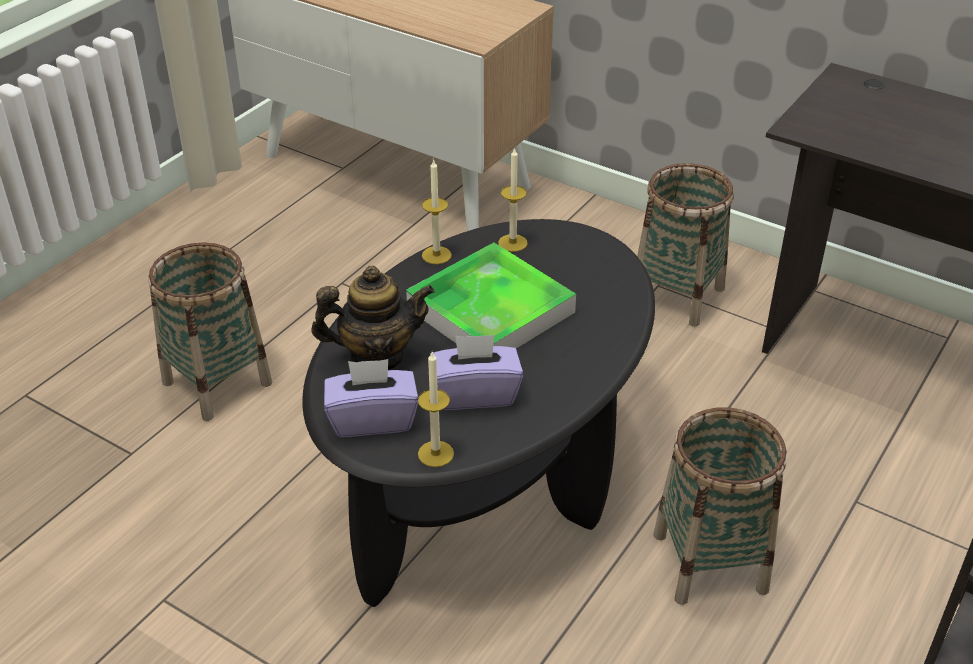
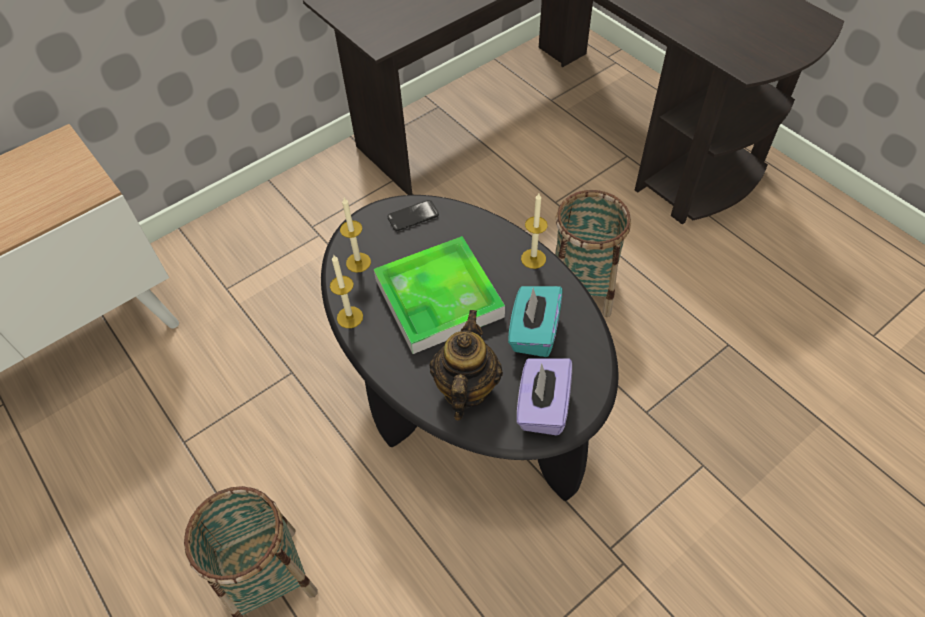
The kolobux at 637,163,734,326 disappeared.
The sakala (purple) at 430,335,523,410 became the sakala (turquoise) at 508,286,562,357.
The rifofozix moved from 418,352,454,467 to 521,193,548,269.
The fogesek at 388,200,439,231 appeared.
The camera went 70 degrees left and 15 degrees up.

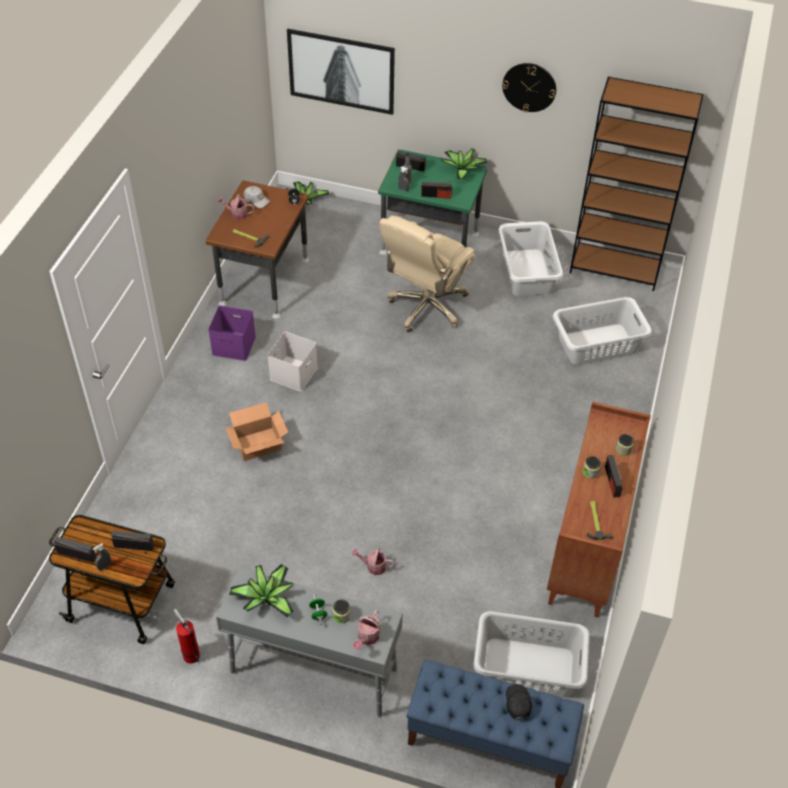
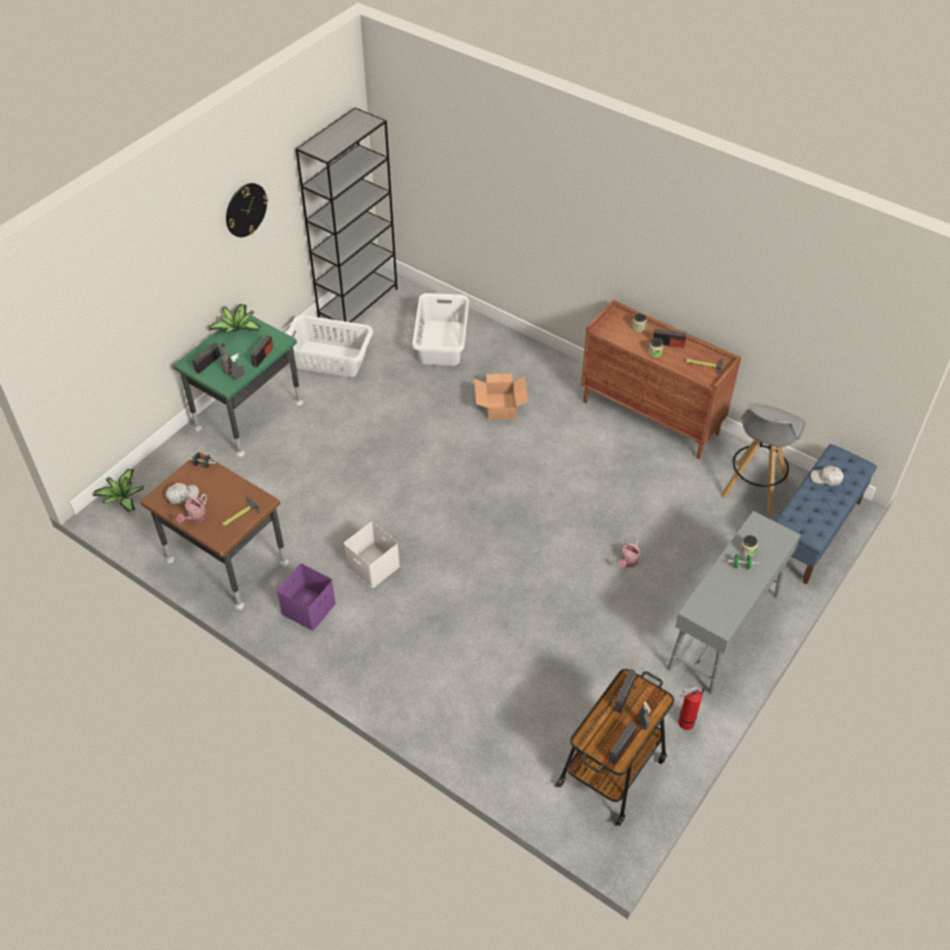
The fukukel at 287,29,395,115 disappeared.
The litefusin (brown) at 570,77,704,291 became the litefusin (grey) at 296,107,398,331.
The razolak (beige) at 380,216,475,332 disappeared.
The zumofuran moved from 225,402,288,461 to 474,374,528,420.
The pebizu at 229,564,294,617 disappeared.
The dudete at 353,610,380,650 disappeared.
The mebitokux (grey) at 474,611,590,698 was replaced by the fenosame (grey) at 721,403,806,515.
The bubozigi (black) at 506,684,532,720 became the bubozigi (white) at 811,465,844,486.
The camera went 70 degrees left and 0 degrees up.

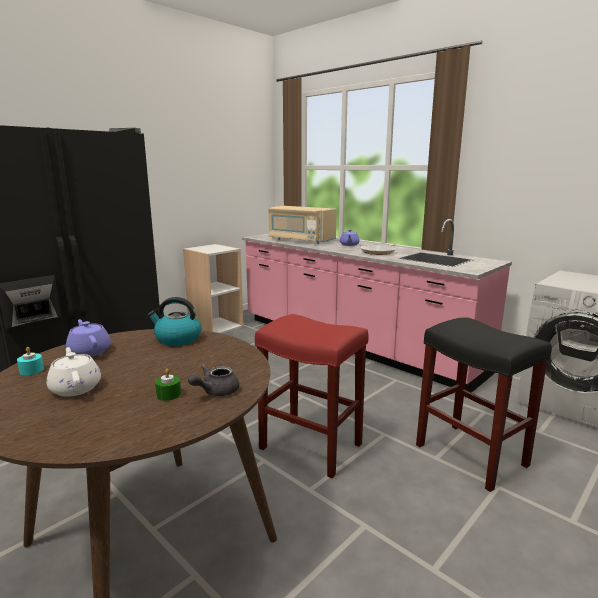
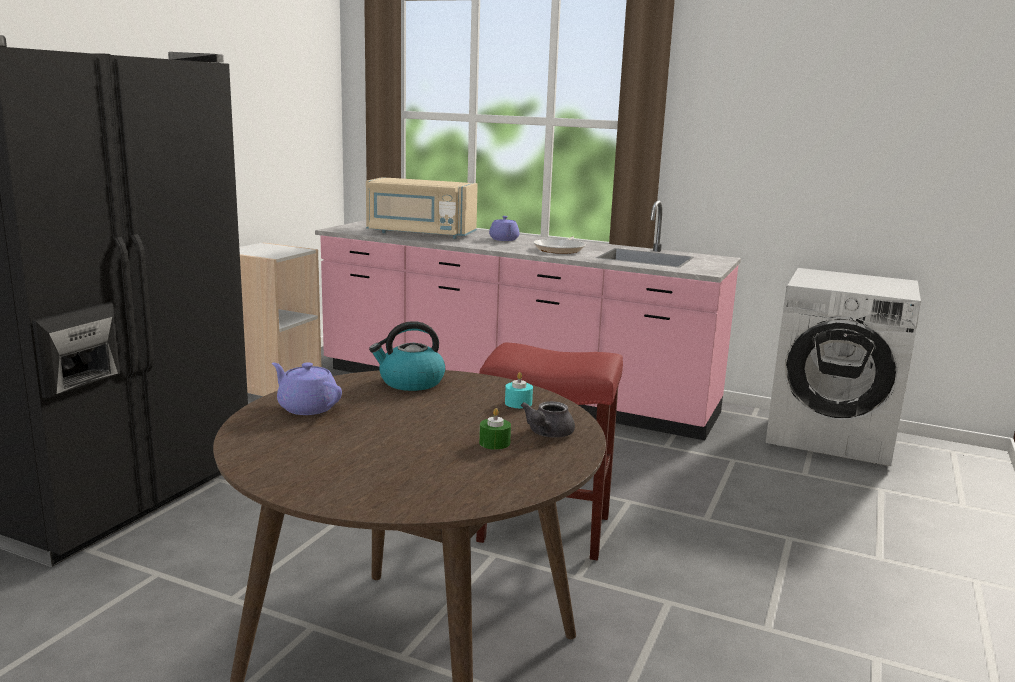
The fenosame (black) at 416,317,552,492 disappeared.
The rifofozix (turquoise) moved from 17,347,44,375 to 505,372,533,408.
The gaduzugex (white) at 47,347,101,397 disappeared.
The camera went 20 degrees left and 0 degrees up.

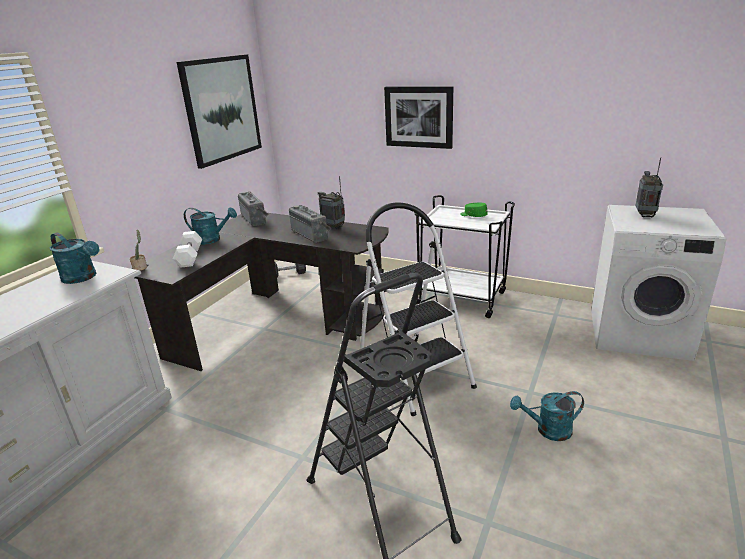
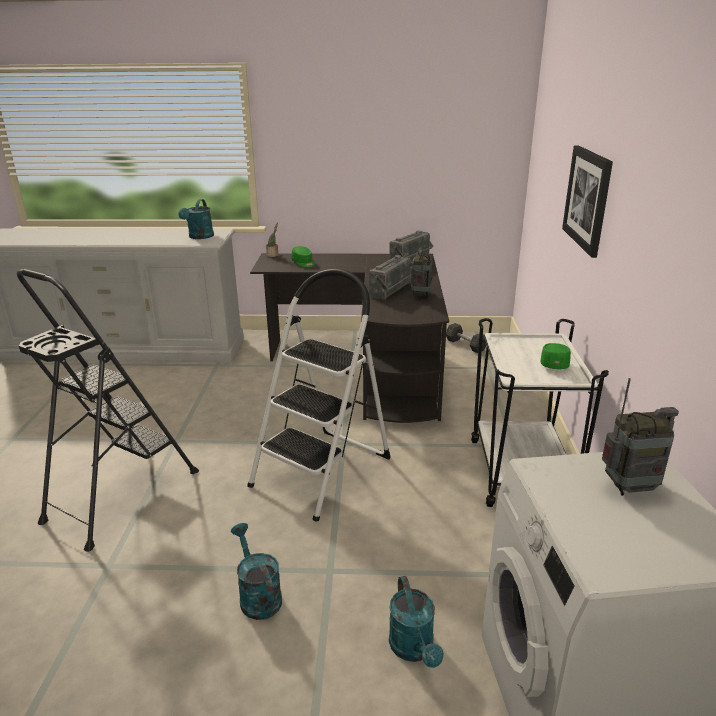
The fukukel at 176,54,262,169 disappeared.
The dudete (turquoise) moved from 184,208,237,245 to 389,576,444,668.
The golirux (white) at 173,231,202,267 was replaced by the bubozigi (green) at 291,246,315,267.
The camera went 65 degrees right and 0 degrees up.

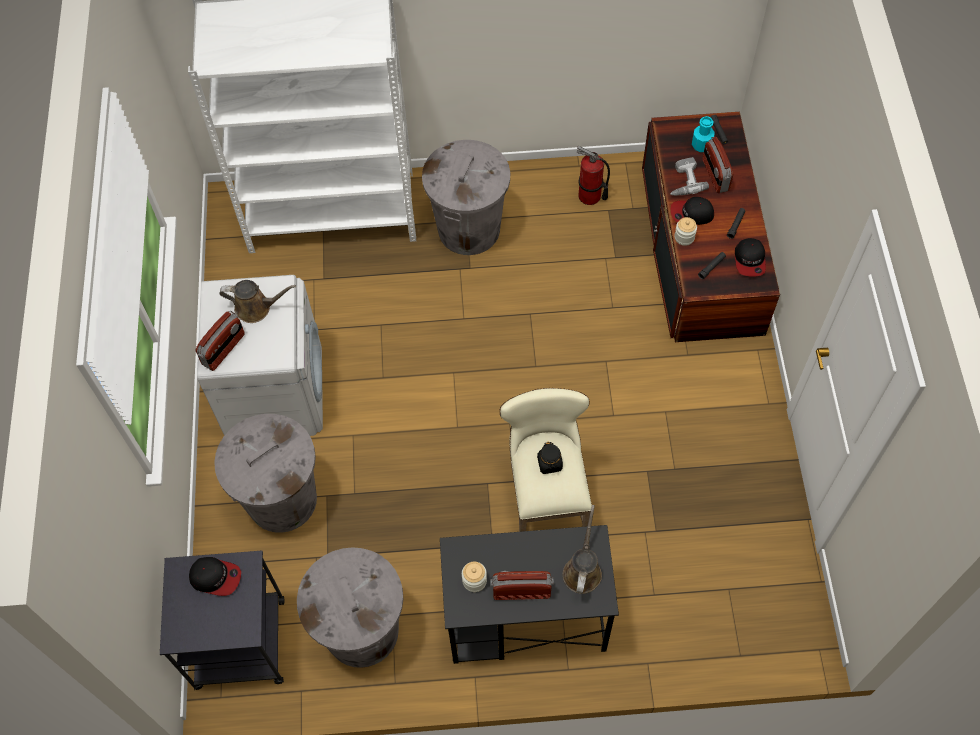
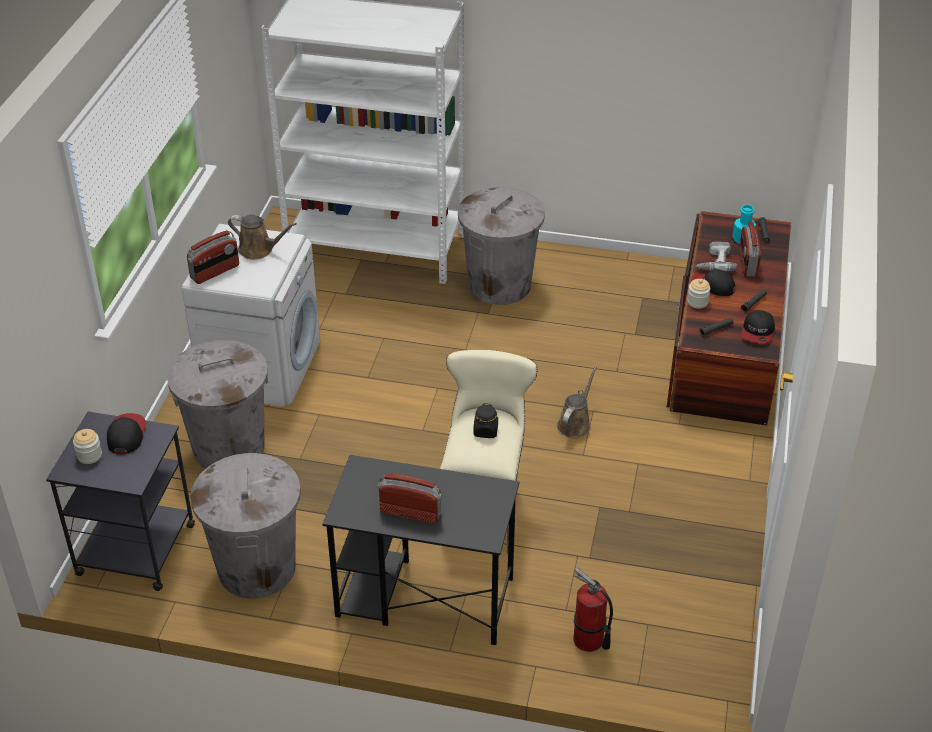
The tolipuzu moved from 576,146,610,205 to 573,567,613,652.
The dudete (brown) moved from 563,505,602,594 to 557,366,597,438.
The bubozigi at 189,557,241,596 turned 120 degrees counterclockwise.
The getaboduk moved from 462,562,487,592 to 73,429,102,464.
The camera went 15 degrees right and 20 degrees down.

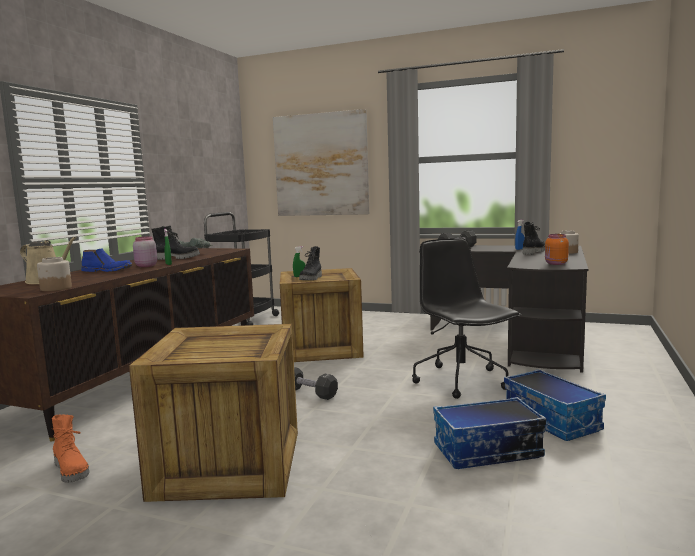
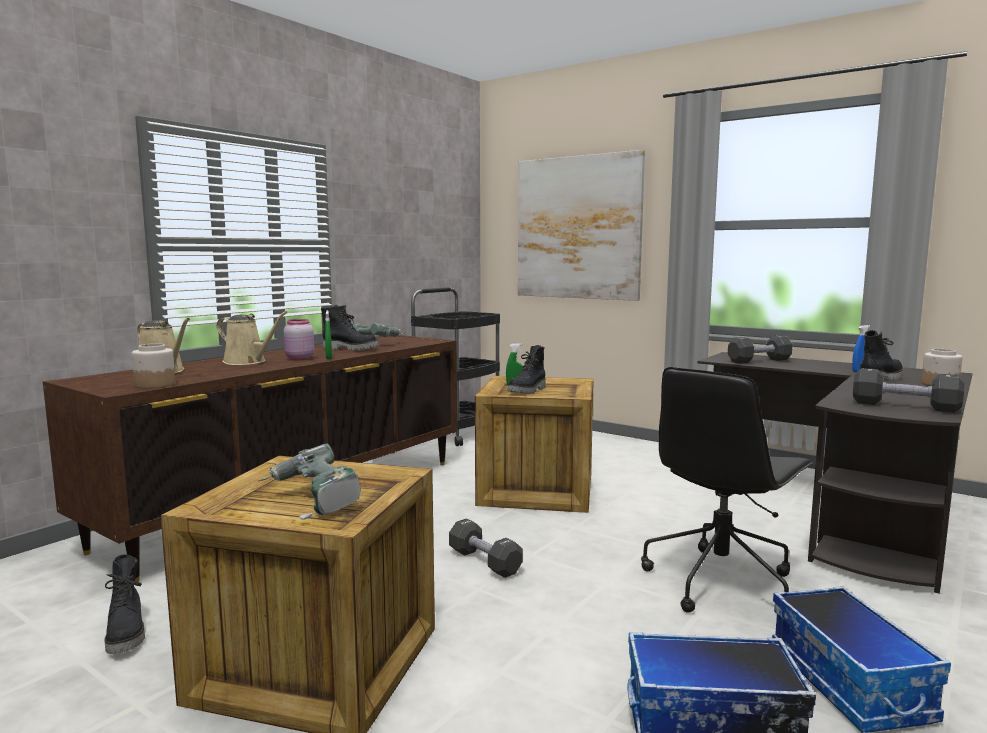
The getaboduk (orange) at 545,234,569,265 was replaced by the golirux (black) at 853,368,965,413.
The razolak (black) at 412,238,521,399 turned 135 degrees counterclockwise.
The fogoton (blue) at 81,248,132,272 was replaced by the dudete (beige) at 216,311,288,365.
The fogoton (orange) at 52,415,89,483 became the fogoton (black) at 105,554,145,654.
The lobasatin at 257,444,361,520 appeared.
The camera went 15 degrees right and 0 degrees up.

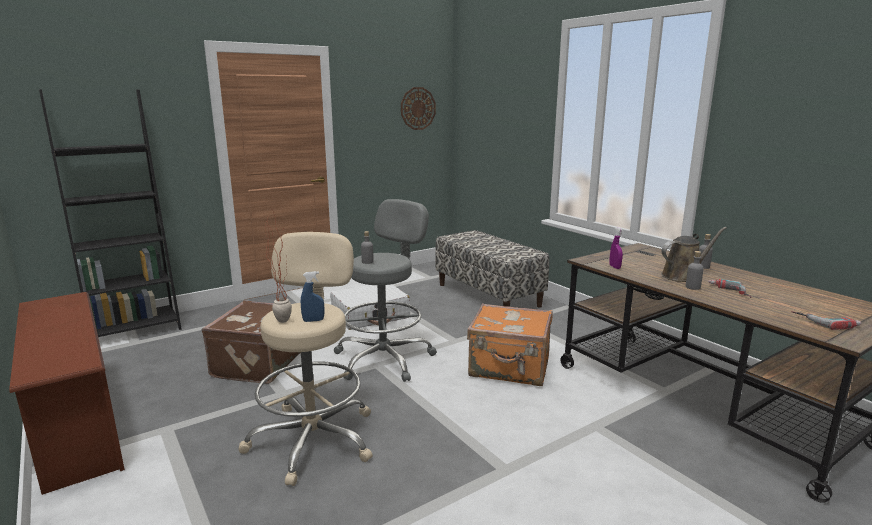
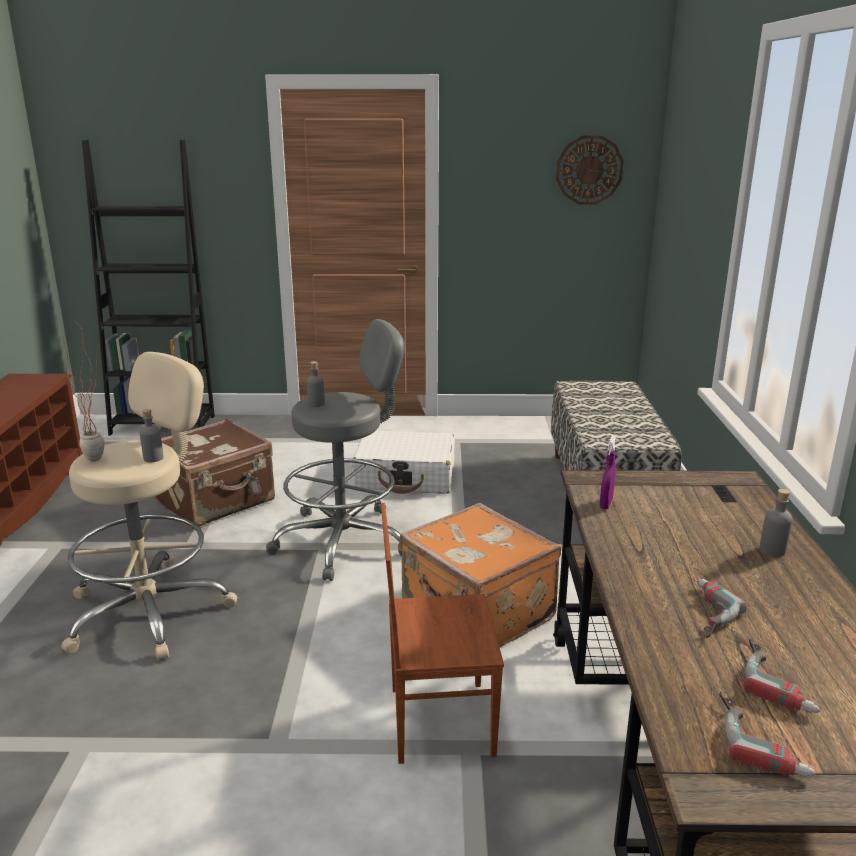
The dudete (brown) at 661,227,727,282 disappeared.
The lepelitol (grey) moved from 686,251,704,290 to 140,409,164,462.
The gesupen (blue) at 301,271,324,322 disappeared.
The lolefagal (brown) at 381,503,504,764 appeared.
The lobasatin at 743,638,820,713 appeared.
The camera went 35 degrees right and 5 degrees up.

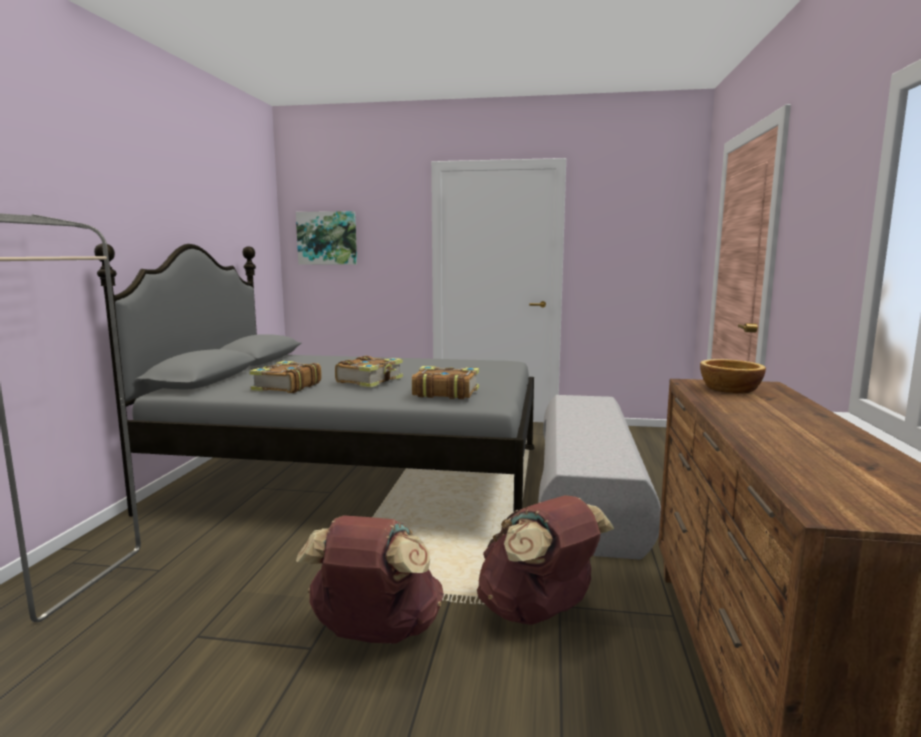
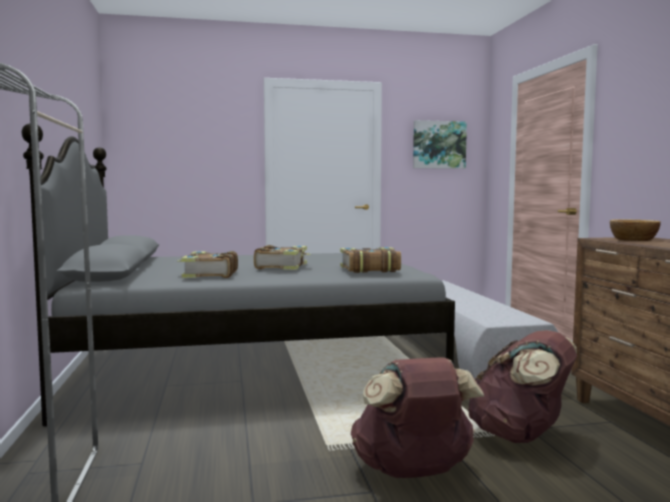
The fukukel moved from 296,211,357,265 to 413,120,467,169.
The camera went 20 degrees left and 5 degrees down.

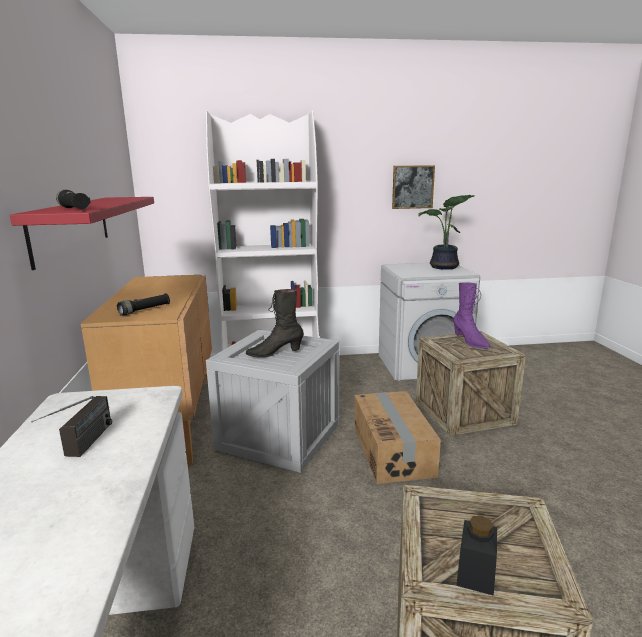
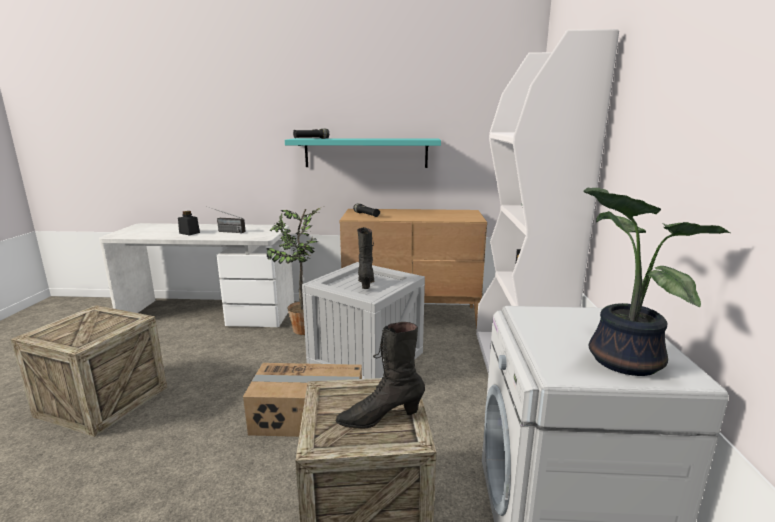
The fukukel at 392,165,435,209 disappeared.
The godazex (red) at 10,197,154,270 became the godazex (turquoise) at 285,138,441,168.
The fogoton (purple) at 453,283,490,349 became the fogoton (black) at 335,322,425,429.
The getaboduk (black) moved from 456,516,497,596 to 178,211,200,235.
The pebizu at 266,206,325,335 appeared.
The camera went 100 degrees right and 0 degrees up.

